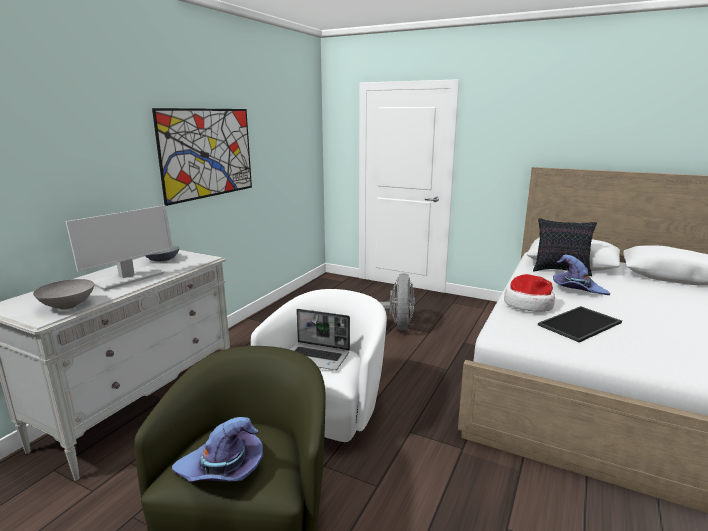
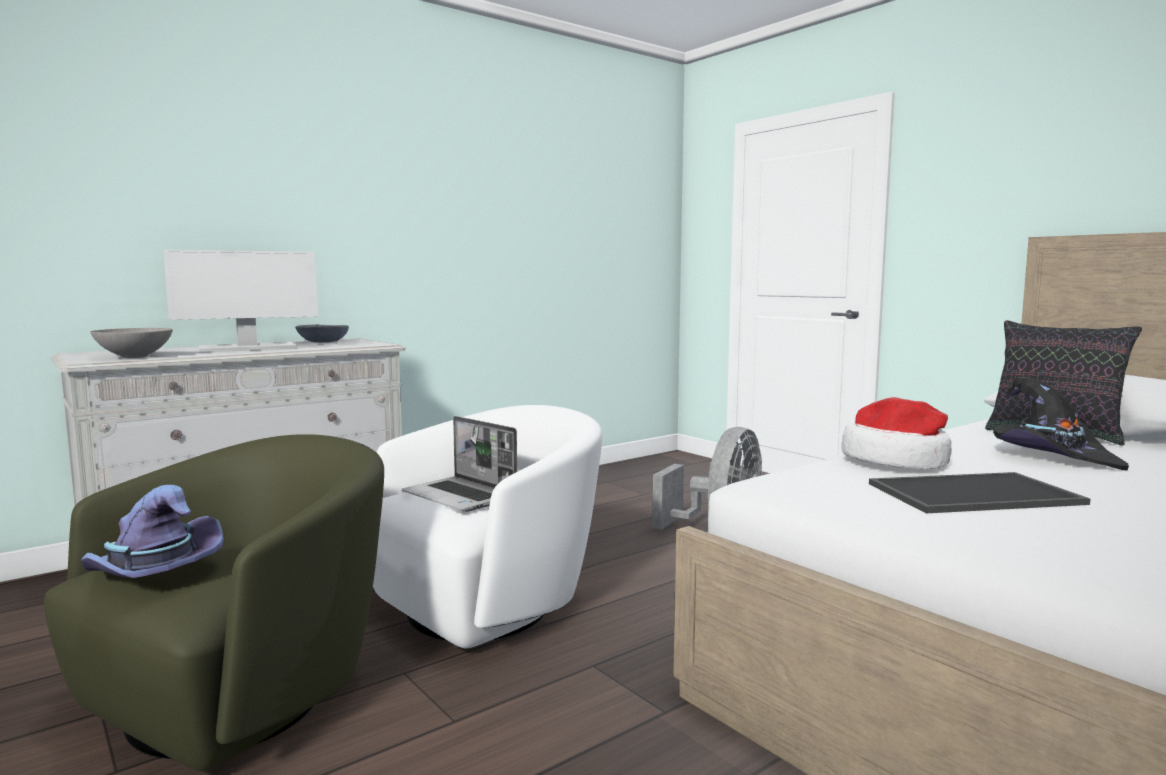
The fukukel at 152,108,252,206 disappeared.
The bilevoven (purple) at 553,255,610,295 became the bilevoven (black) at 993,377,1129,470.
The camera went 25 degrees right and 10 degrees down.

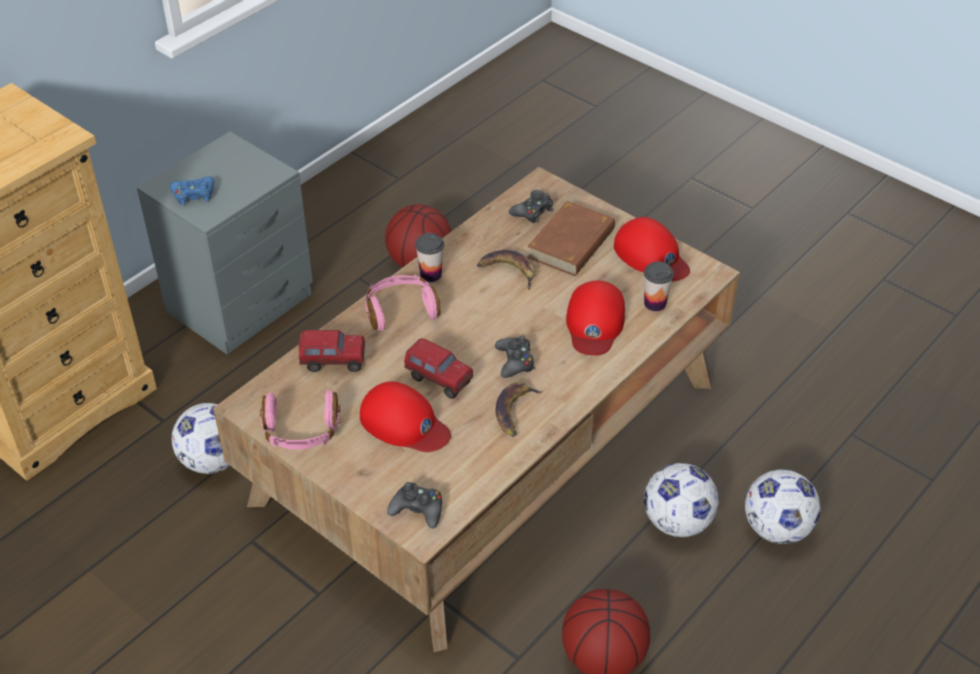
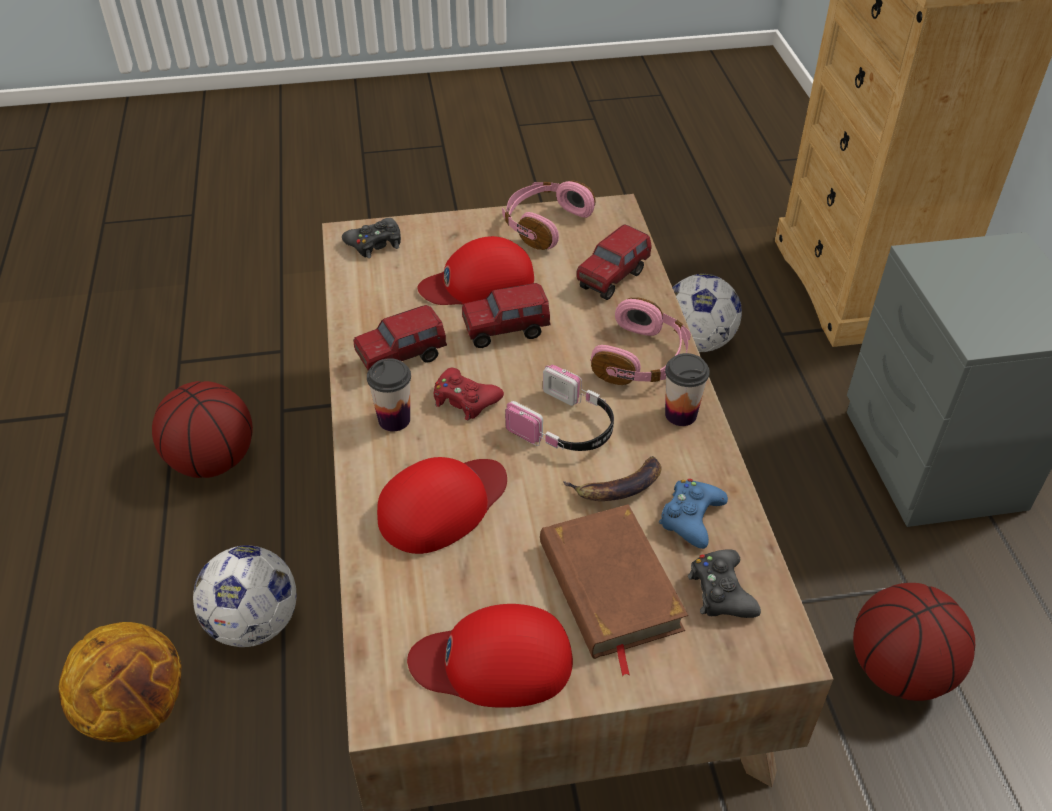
The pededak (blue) moved from 170,176,214,206 to 659,479,728,549.
The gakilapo moved from 644,261,674,311 to 367,358,411,432.
The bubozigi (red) at 566,281,625,356 turned 90 degrees clockwise.
The pededak (black) at 495,336,535,378 became the pededak (red) at 434,367,504,420.
The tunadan at 495,382,543,437 was replaced by the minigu at 353,305,447,370.
The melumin at 745,469,820,544 was replaced by the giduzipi at 59,622,182,742.
The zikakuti at 505,365,614,451 appeared.
The camera went 130 degrees right and 0 degrees up.

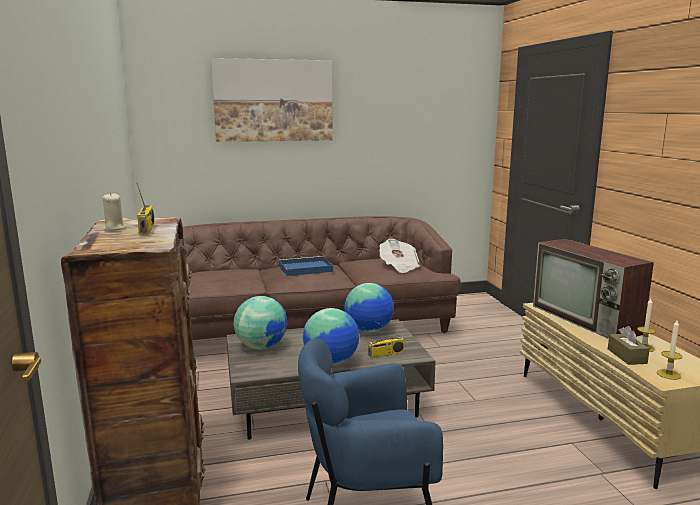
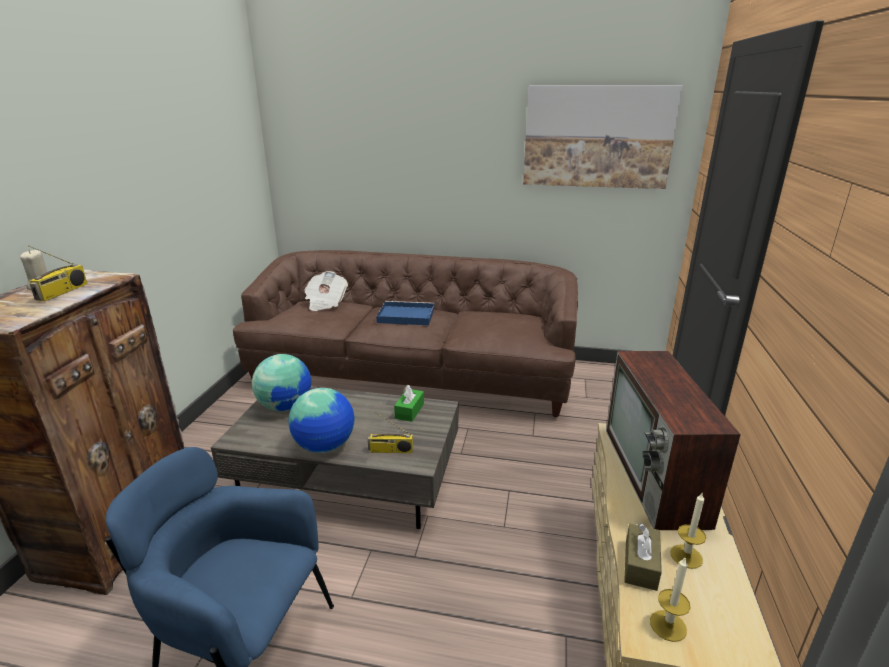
The fukukel moved from 211,58,333,142 to 523,85,683,189.
The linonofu moved from 379,239,420,273 to 304,271,348,311.
The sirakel at 344,283,394,333 was replaced by the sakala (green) at 394,385,424,422.
The camera went 25 degrees right and 10 degrees up.

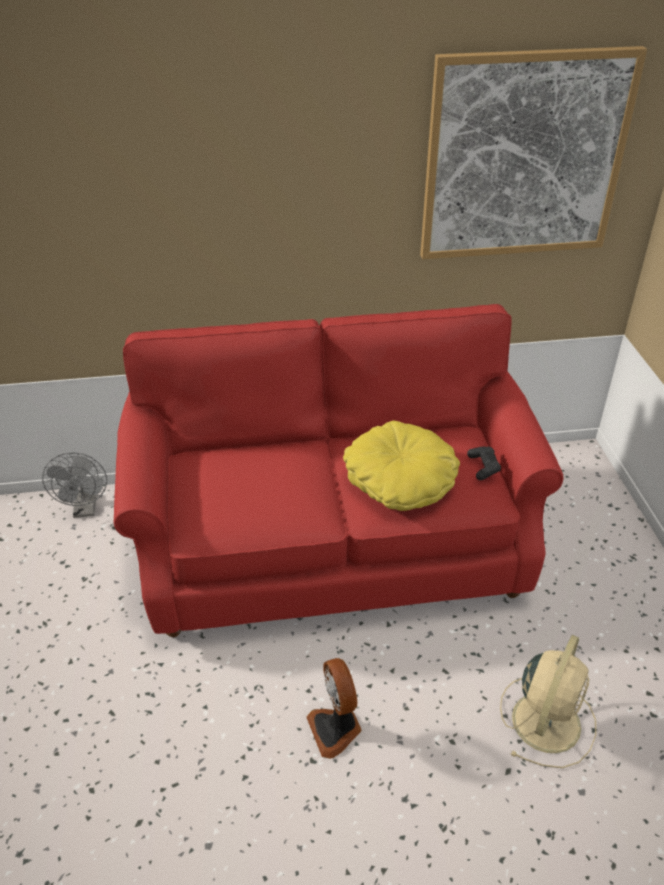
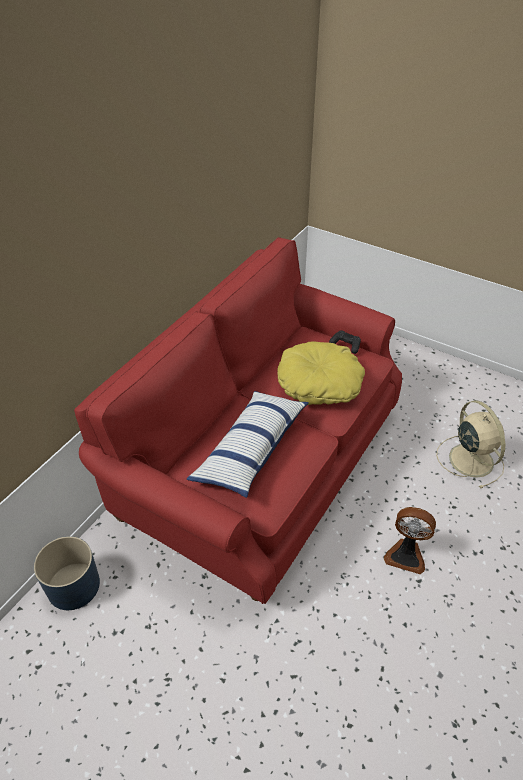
The fukukel at 420,46,647,259 disappeared.
The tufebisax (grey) at 42,453,107,518 was replaced by the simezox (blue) at 34,536,100,610.
The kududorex at 187,391,309,498 appeared.
The camera went 50 degrees left and 5 degrees up.

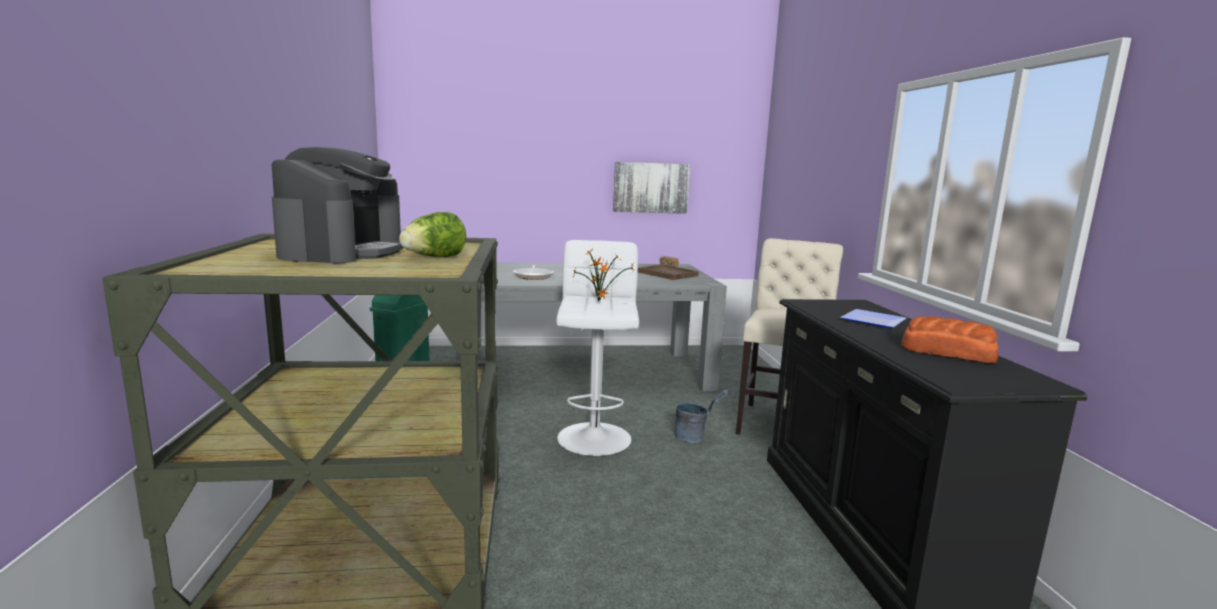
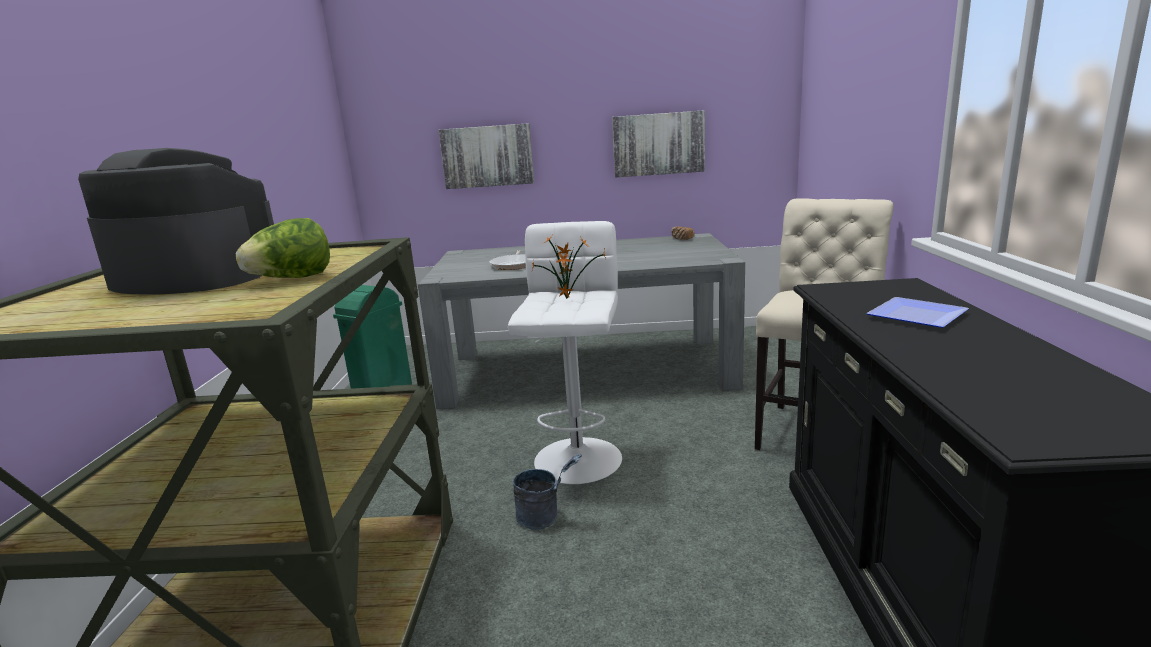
The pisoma at 272,147,403,263 turned 90 degrees counterclockwise.
The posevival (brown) at 638,264,699,280 disappeared.
The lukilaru at 901,316,998,363 disappeared.
The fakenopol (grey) moved from 674,390,728,443 to 513,454,582,530.
The fukukel at 438,123,534,189 appeared.
The camera went 10 degrees right and 5 degrees up.

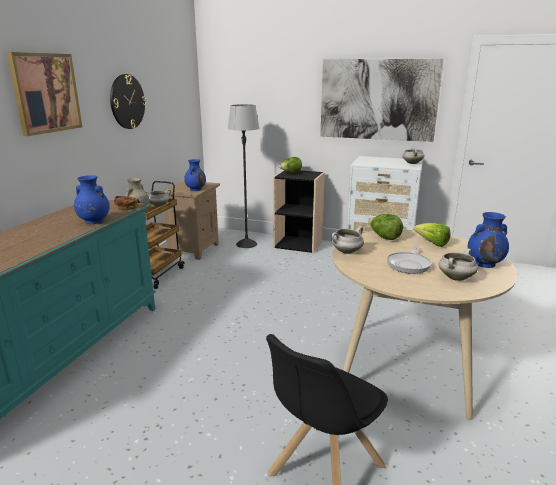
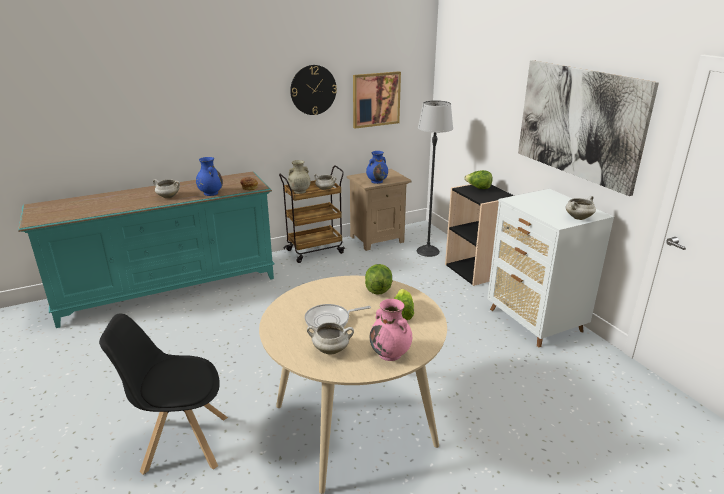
The fukukel moved from 7,52,82,136 to 353,71,401,129.
The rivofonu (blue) at 468,212,509,268 became the rivofonu (pink) at 370,299,412,361.
The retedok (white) moved from 332,226,364,254 to 153,179,180,198.
The camera went 45 degrees right and 5 degrees up.

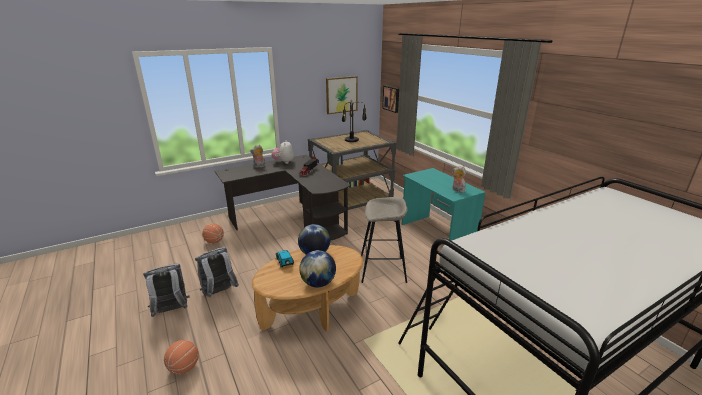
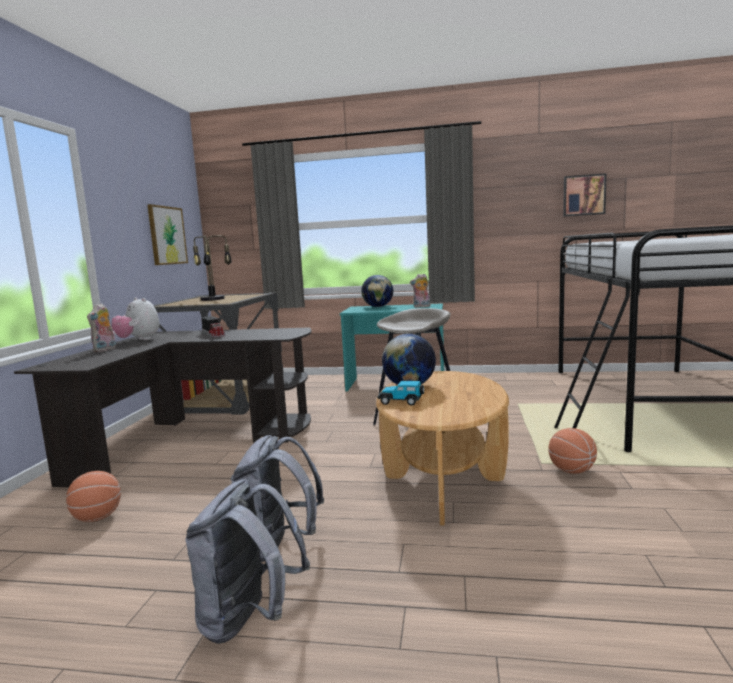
The fukukel moved from 382,85,399,113 to 563,173,607,217.
The sirakel moved from 299,250,336,287 to 361,275,393,307.
The giduzipi moved from 164,340,199,374 to 549,428,597,474.
The camera went 50 degrees left and 15 degrees down.

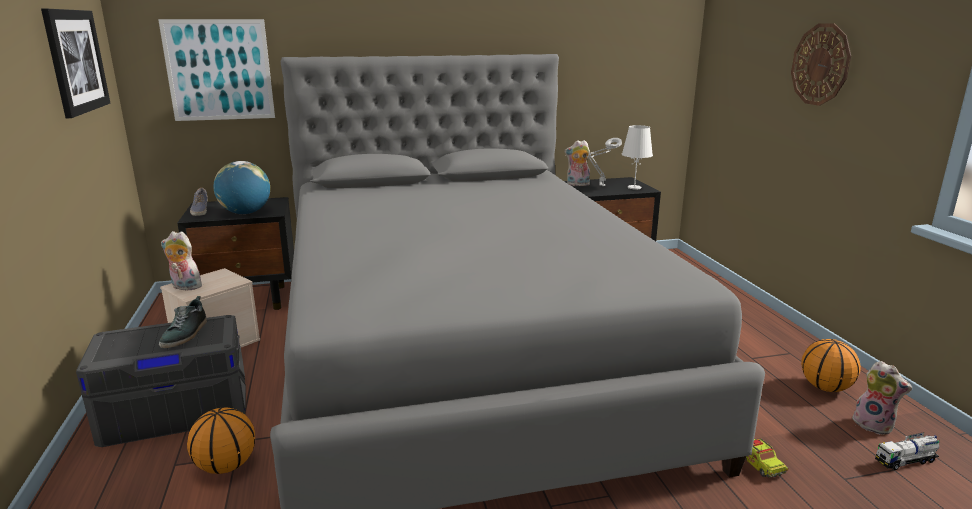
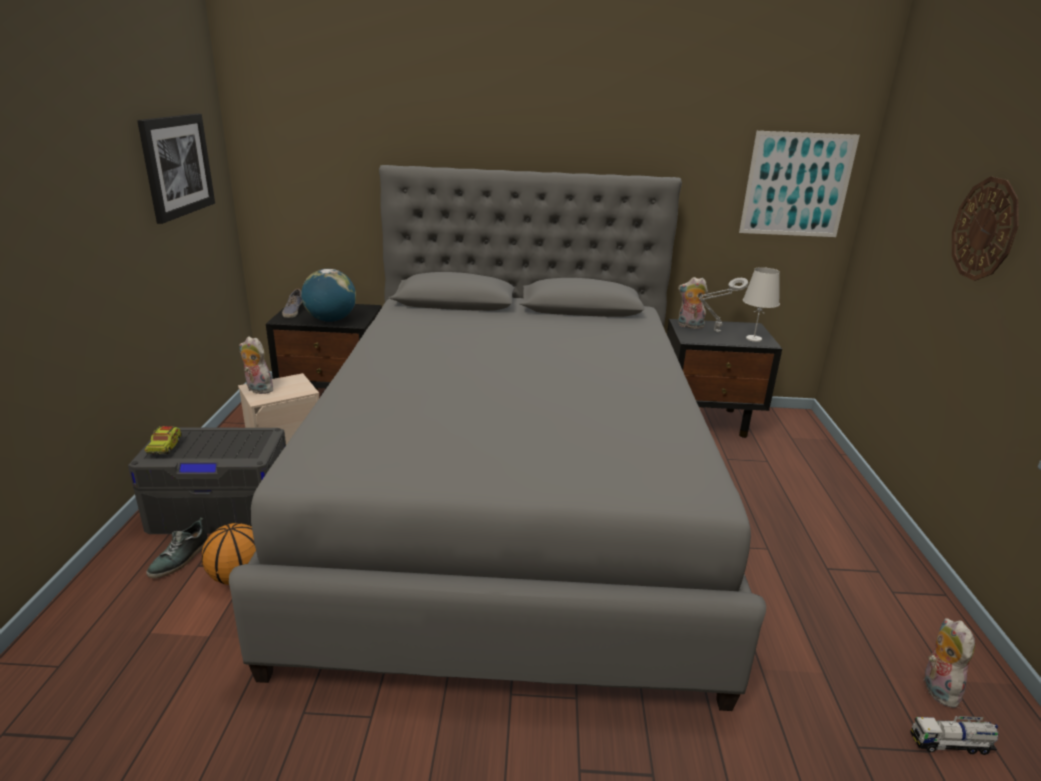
The fukukel moved from 158,19,275,121 to 739,131,860,237.
The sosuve moved from 159,296,207,348 to 146,517,208,578.
The giduzipi at 801,339,861,392 disappeared.
The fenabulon at 852,361,912,435 turned 150 degrees counterclockwise.
The minigu moved from 745,438,788,477 to 144,426,182,455.
The camera went 15 degrees right and 5 degrees up.

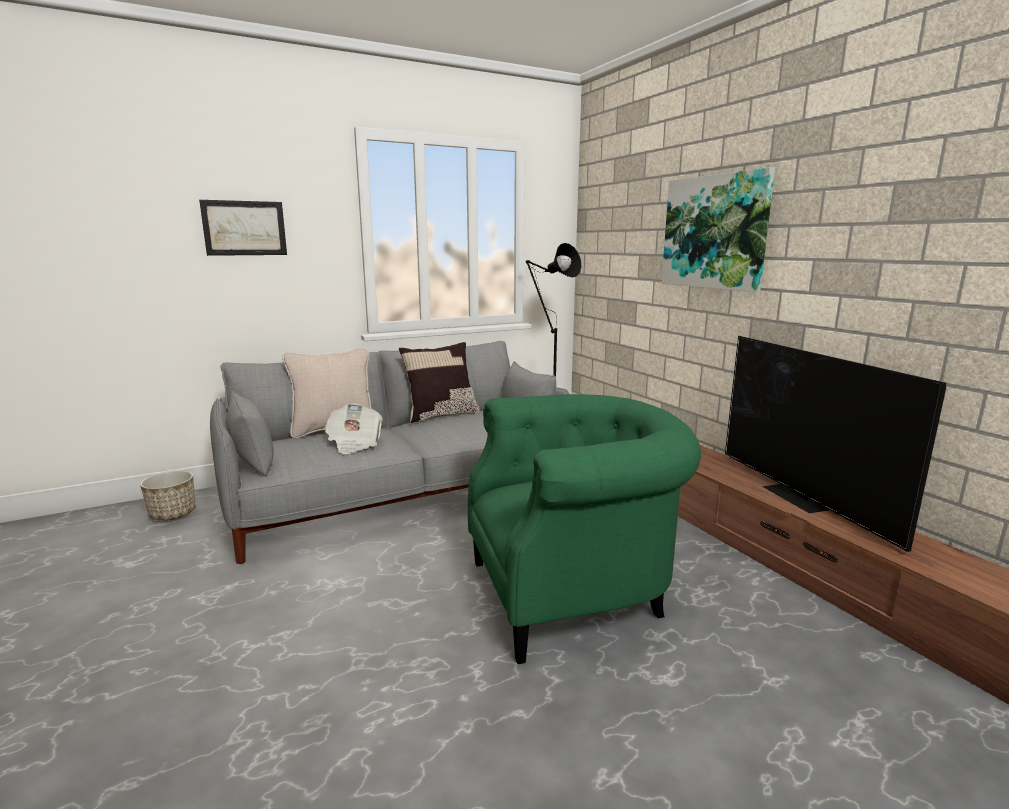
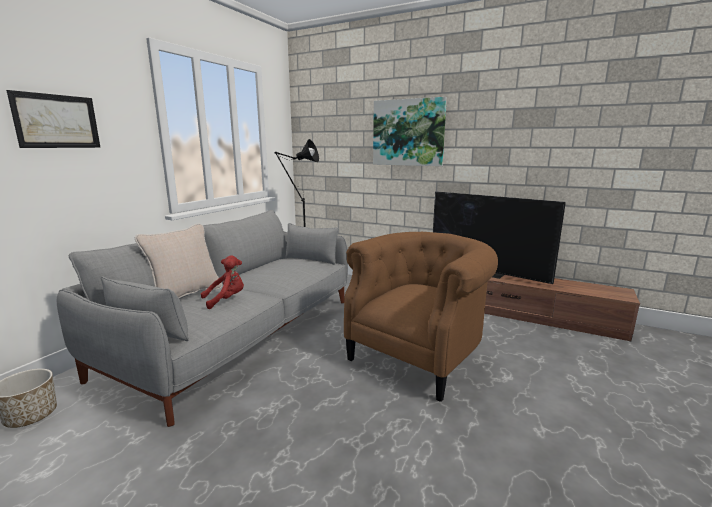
The kududorex at 399,342,480,423 disappeared.
The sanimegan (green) at 468,394,701,664 became the sanimegan (brown) at 344,232,498,402.
The linonofu at 324,403,383,454 was replaced by the fenabulon (red) at 201,255,244,309.
The camera went 35 degrees left and 0 degrees up.

